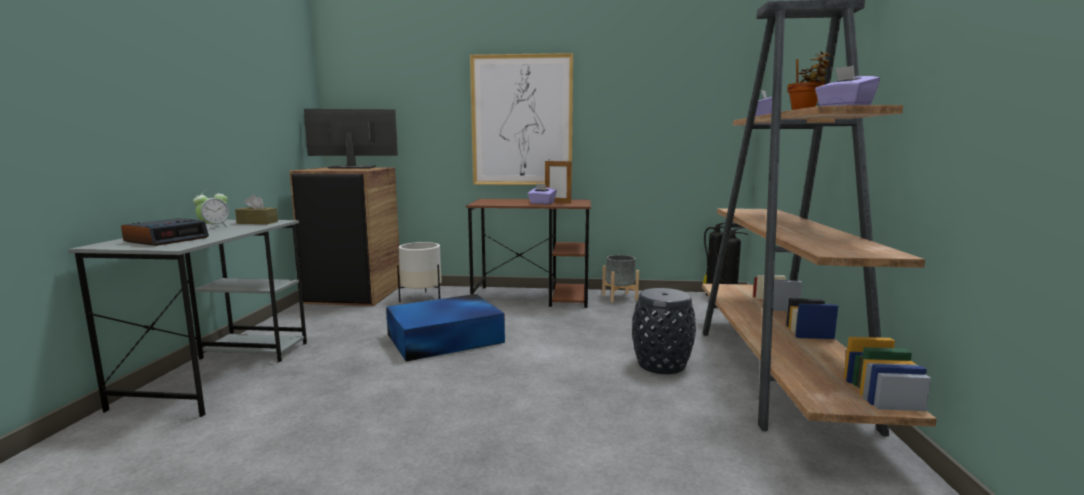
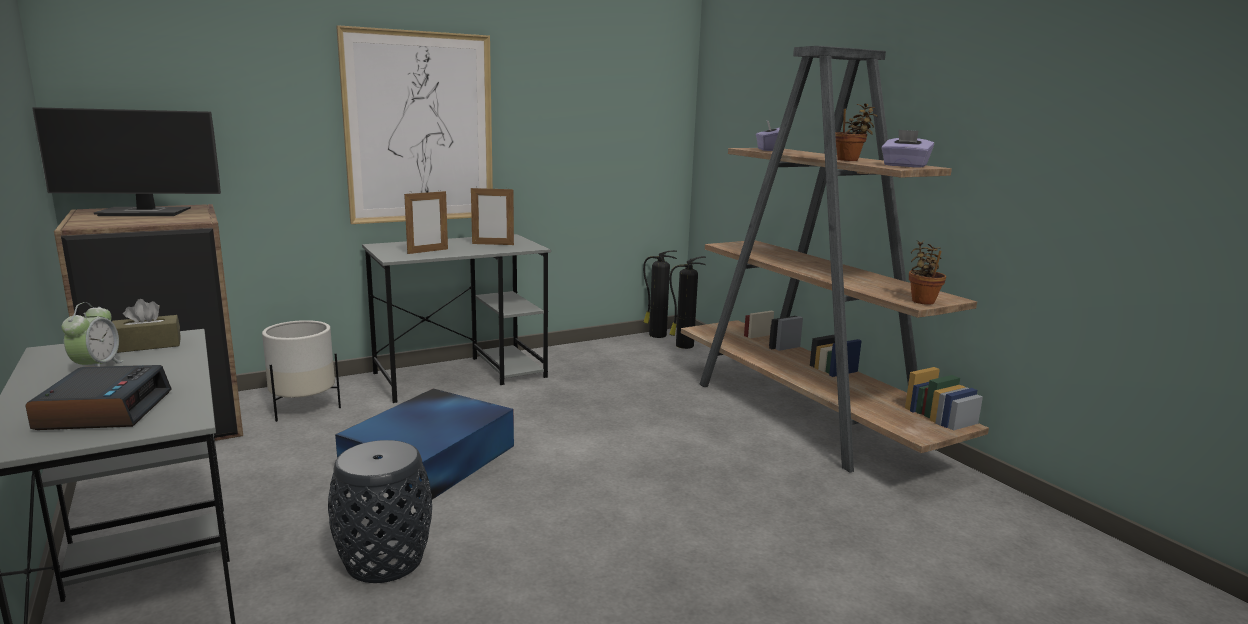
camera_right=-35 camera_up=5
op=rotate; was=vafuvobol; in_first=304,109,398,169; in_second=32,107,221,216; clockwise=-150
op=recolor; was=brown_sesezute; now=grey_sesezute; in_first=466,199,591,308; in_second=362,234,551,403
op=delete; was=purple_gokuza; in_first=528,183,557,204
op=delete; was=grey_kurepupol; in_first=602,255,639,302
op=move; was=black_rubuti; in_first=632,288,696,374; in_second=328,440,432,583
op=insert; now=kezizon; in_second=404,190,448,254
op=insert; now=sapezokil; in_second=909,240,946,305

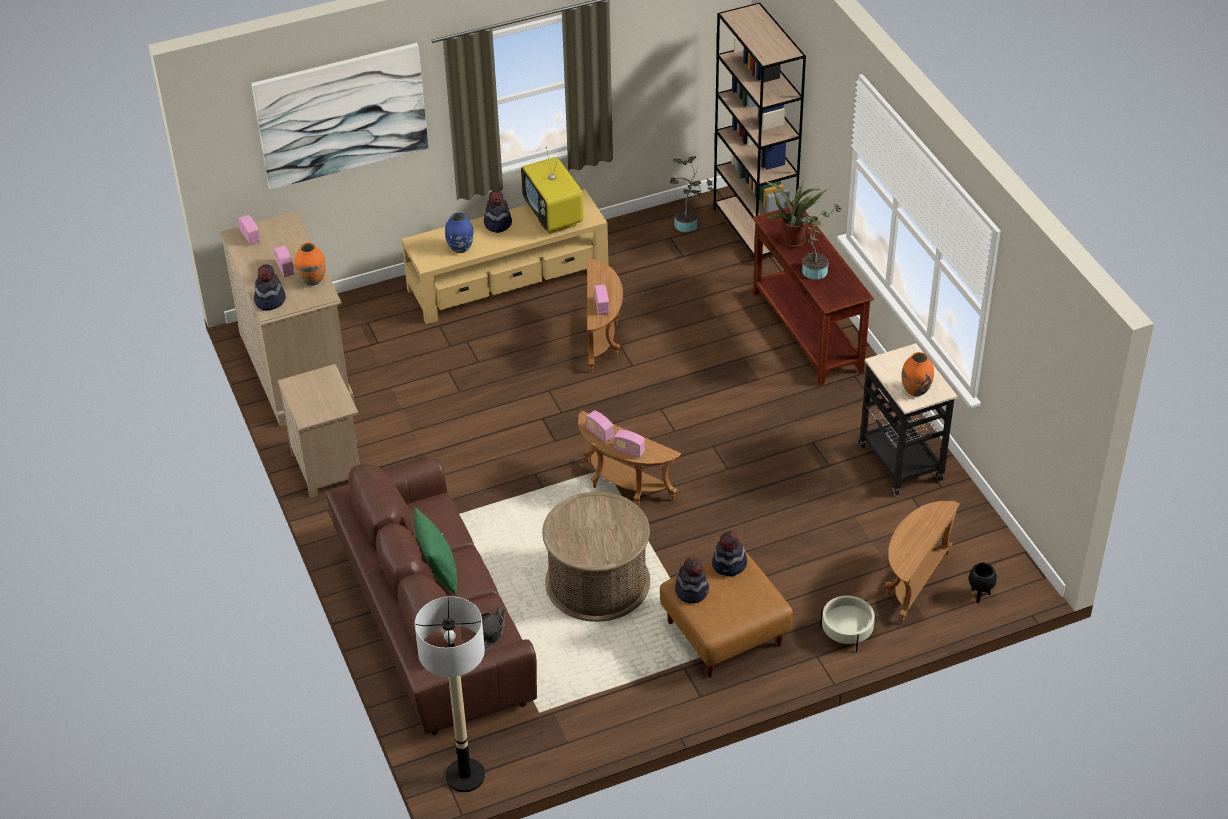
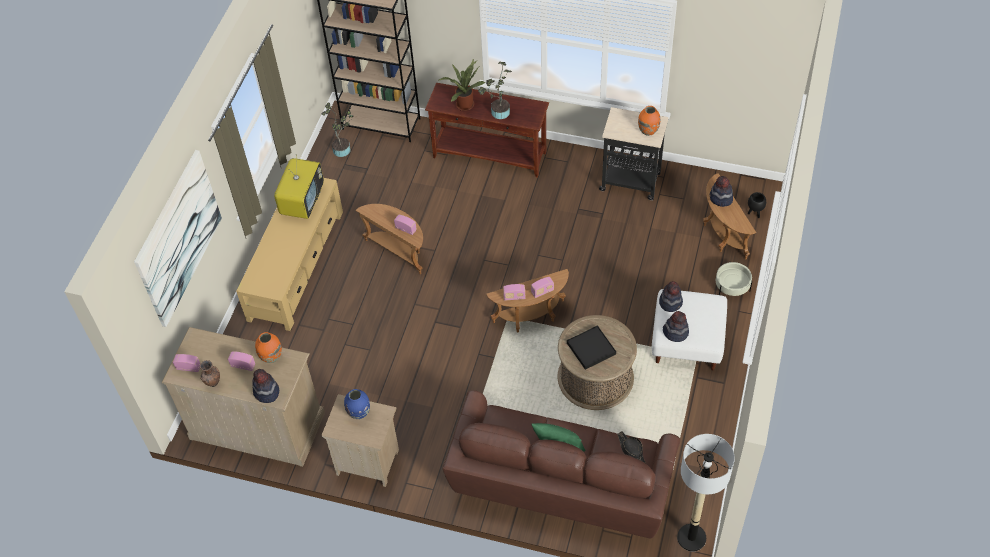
camera_right=-50 camera_up=10
op=move; was=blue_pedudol; in_first=445,213,474,253; in_second=344,389,370,419
op=move; was=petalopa; in_first=484,190,512,233; in_second=710,176,733,207
op=rotate; was=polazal; in_first=521,147,584,234; in_second=274,154,324,219; clockwise=-90
op=recolor; was=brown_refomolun; now=white_refomolun; in_first=660,551,793,678; in_second=652,289,727,370
op=insert; now=brown_pedudol; in_second=200,360,220,387
op=insert; now=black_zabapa; in_second=567,325,616,370

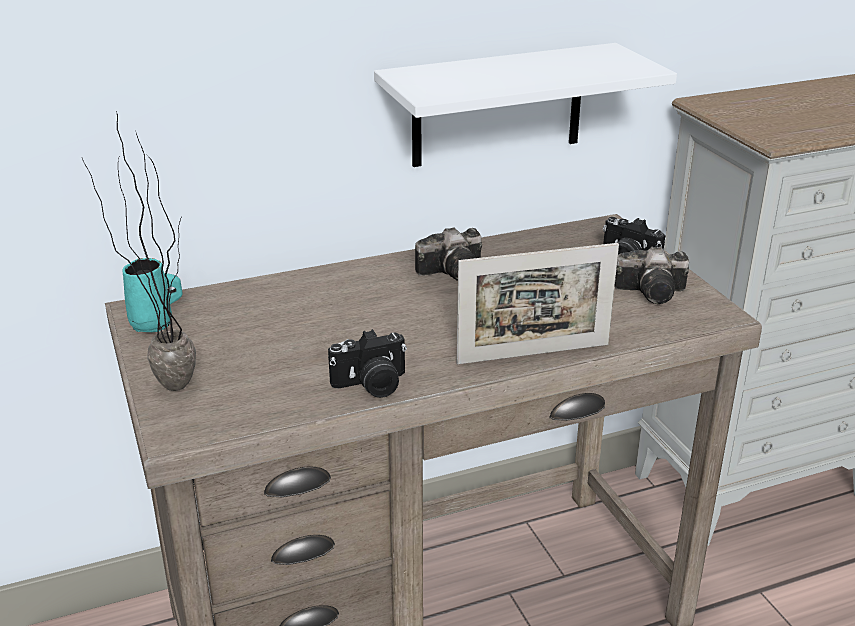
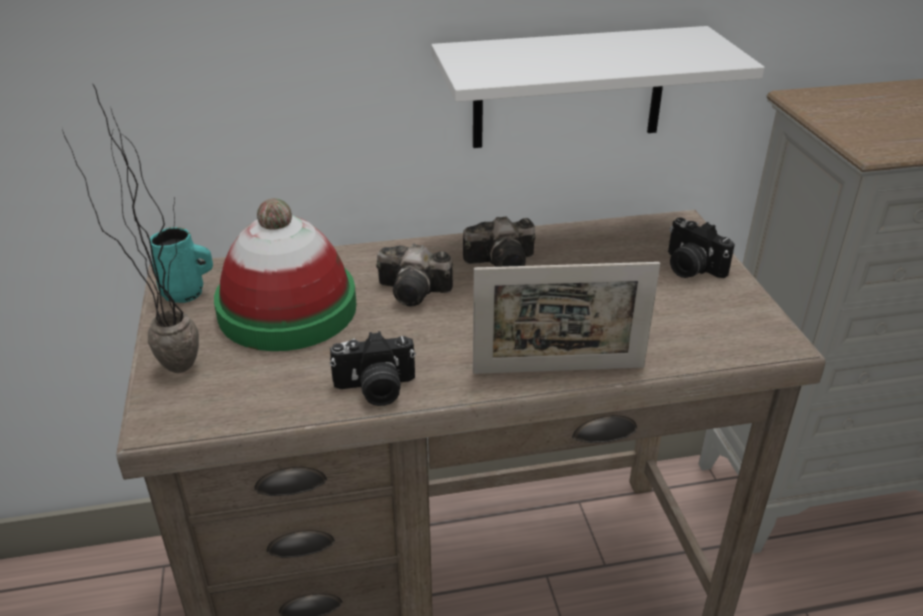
camera_right=10 camera_up=5
op=move; was=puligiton; in_first=615,247,689,304; in_second=376,244,453,306
op=insert; now=petalopa; in_second=214,198,356,351

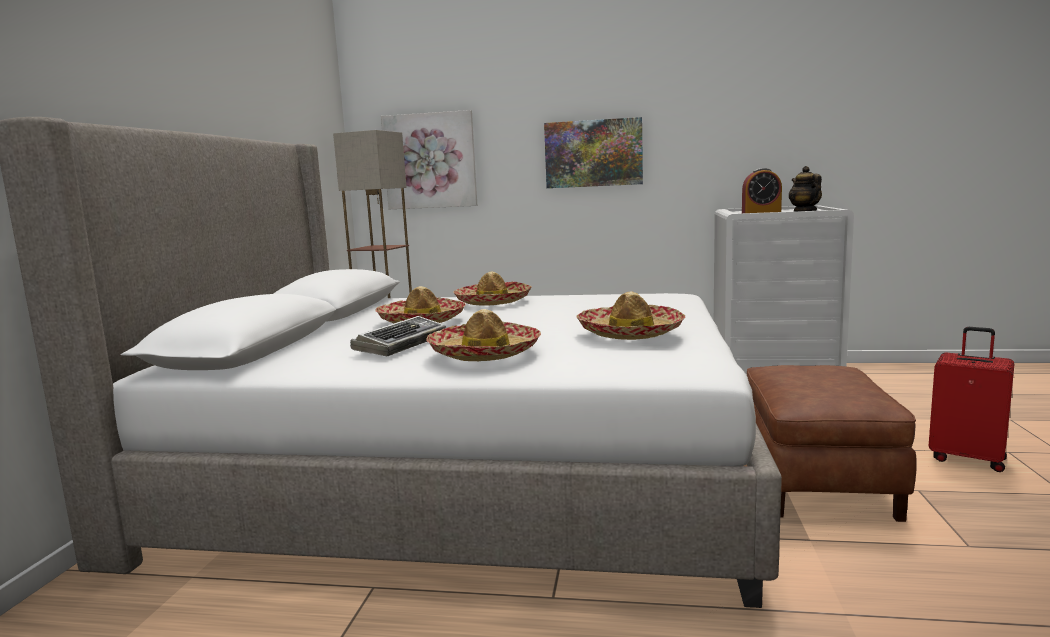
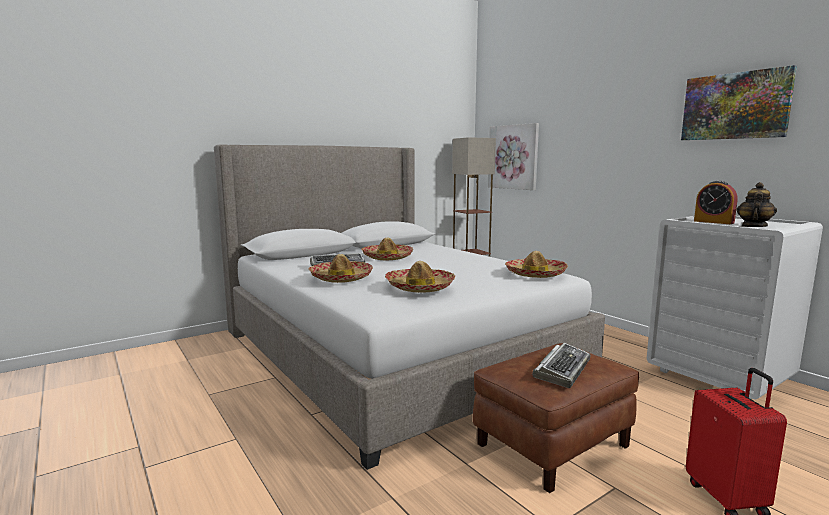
camera_right=45 camera_up=0
op=move; was=petalopa; in_first=453,271,532,306; in_second=505,251,568,278
op=move; was=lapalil; in_first=544,117,643,188; in_second=681,65,797,140
op=insert; now=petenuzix; in_second=532,343,590,388

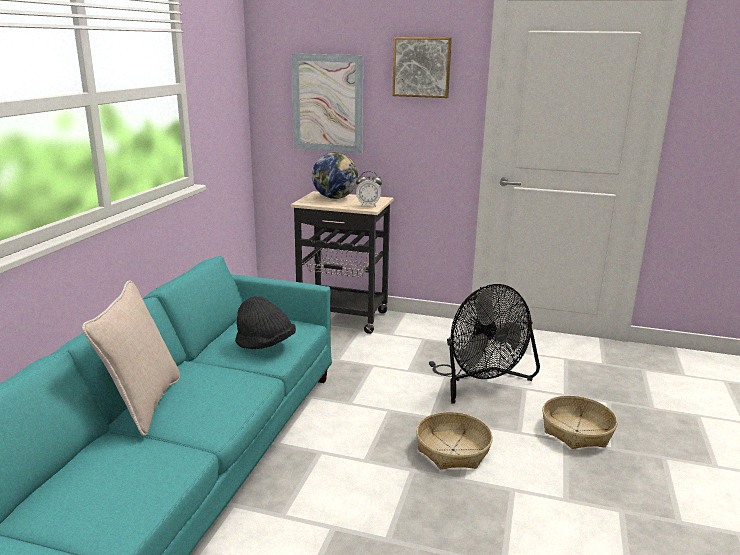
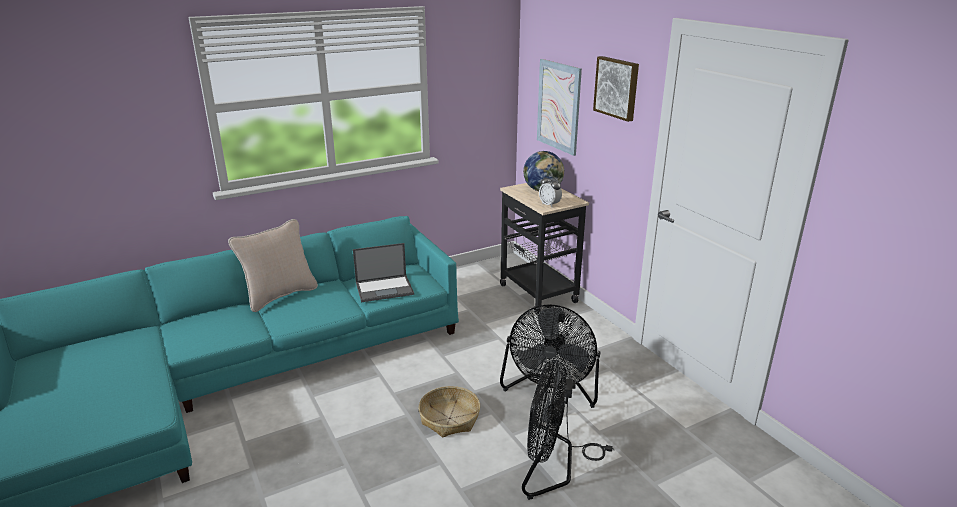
camera_right=45 camera_up=5
op=replace; was=black_petalopa; now=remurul; in_first=235,296,296,349; in_second=353,243,414,302
op=replace; was=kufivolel; now=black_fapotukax; in_first=542,395,618,449; in_second=522,359,613,500

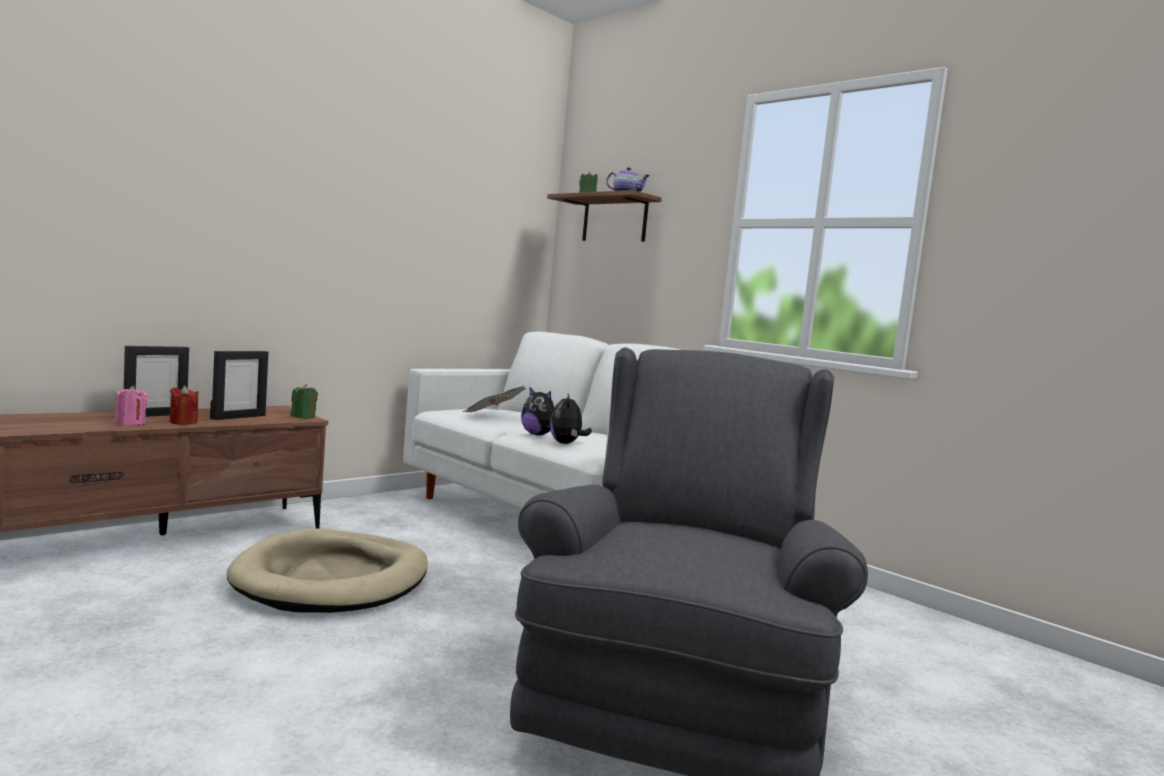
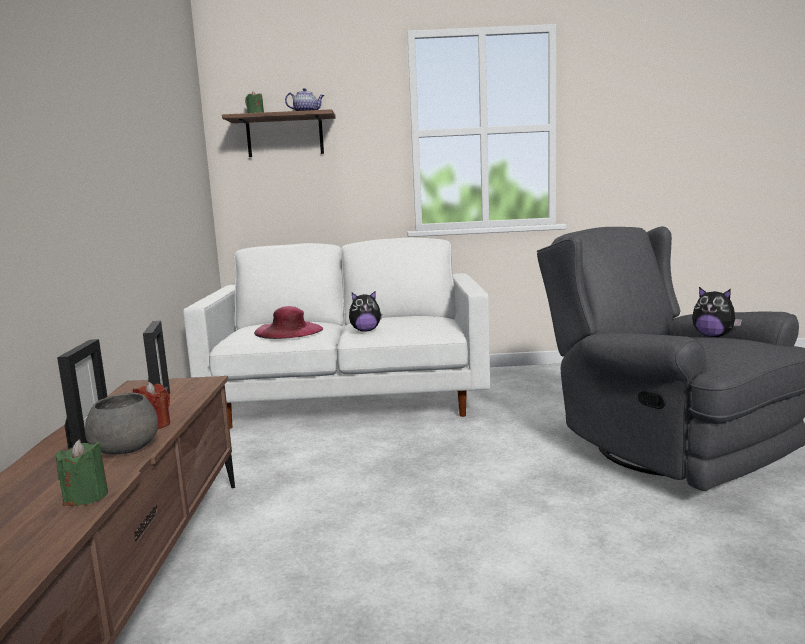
camera_right=-45 camera_up=5
op=replace; was=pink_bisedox; now=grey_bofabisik; in_first=115,385,148,426; in_second=85,393,158,454
op=delete; was=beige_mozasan; in_first=227,528,428,613
op=move; was=green_bisedox; in_first=290,384,318,418; in_second=56,440,108,506
op=replace; was=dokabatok; now=pink_petalopa; in_first=463,386,526,412; in_second=254,306,323,339
op=move; was=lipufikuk; in_first=550,394,592,444; in_second=692,287,742,337

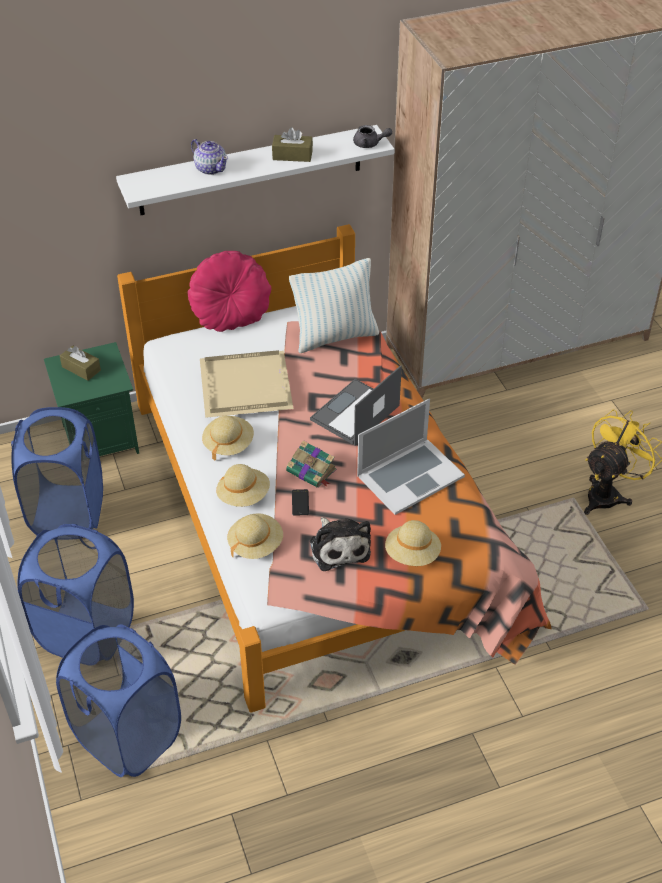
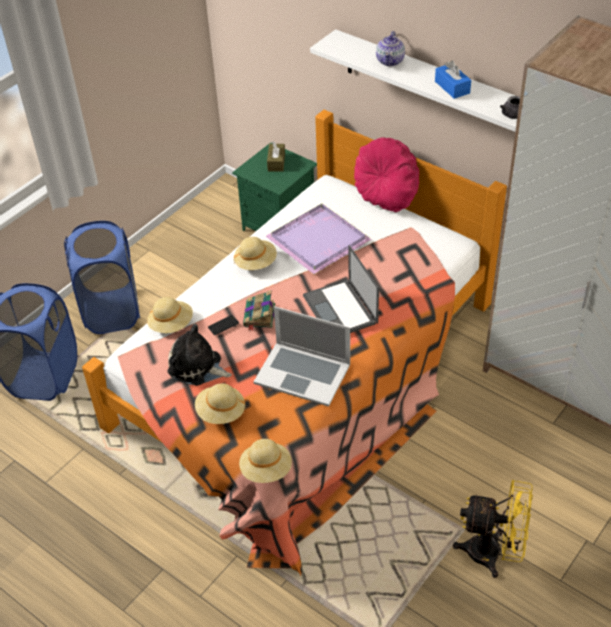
camera_right=60 camera_up=0
op=delete; was=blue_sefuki; in_first=11,407,103,536
op=recolor; was=beige_zabapa; now=purple_zabapa; in_first=200,350,294,418; in_second=266,204,372,275
op=move; was=beige_petalopa; in_first=216,464,270,507; in_second=239,439,292,483
op=recolor; was=brown_gokuza; now=blue_gokuza; in_first=272,127,313,162; in_second=435,61,471,99
op=delete; was=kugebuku; in_first=289,258,379,353
op=rotate; was=remurul; in_first=310,365,402,446; in_second=303,245,379,333; clockwise=-120
op=rotate; was=lipufikuk; in_first=310,517,371,571; in_second=167,324,232,386; clockwise=75

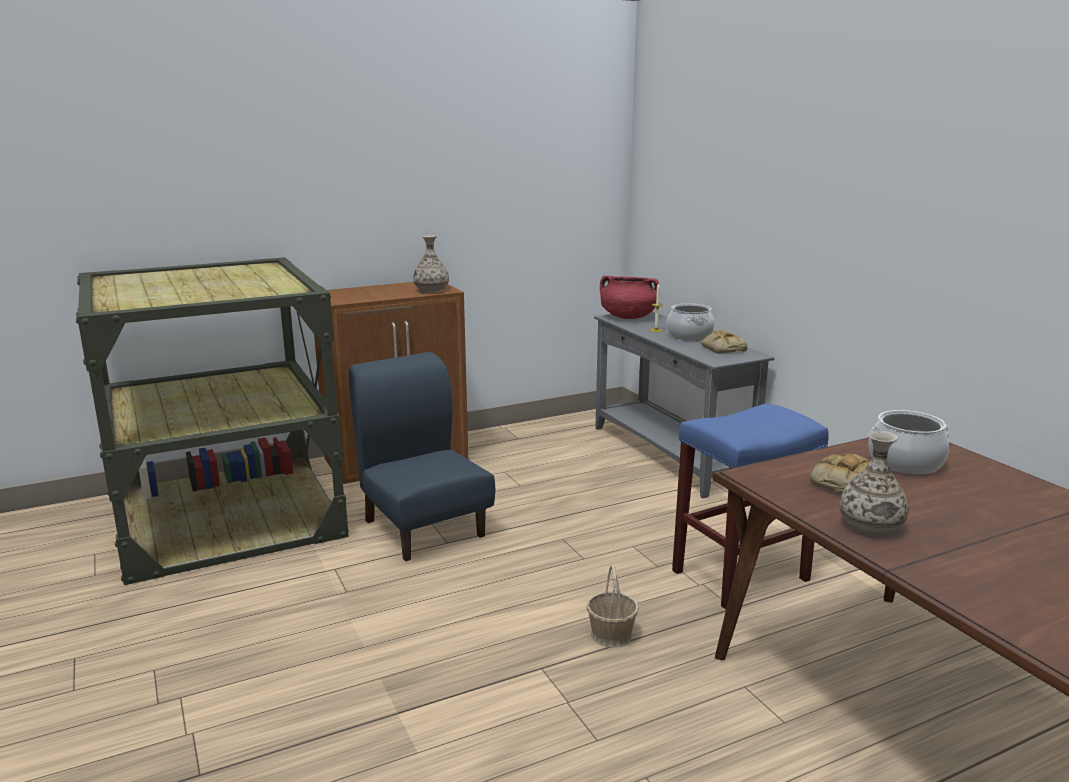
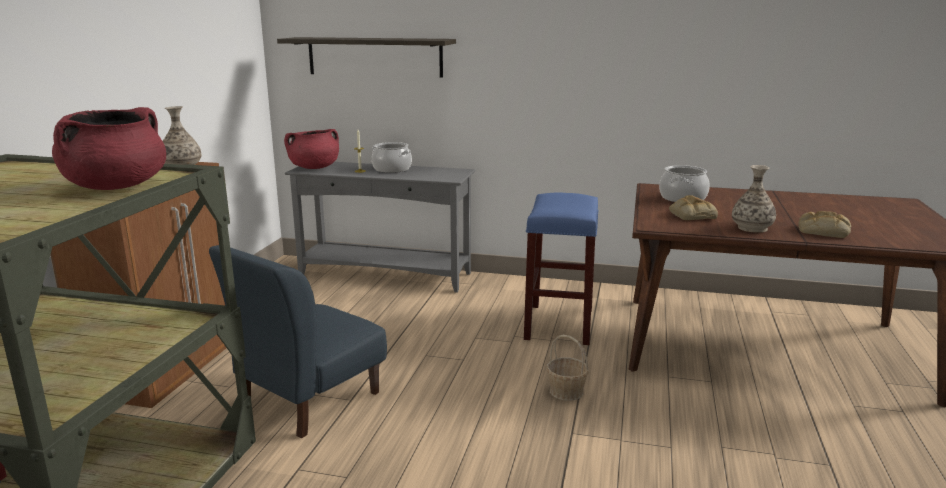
camera_right=-50 camera_up=0
op=rotate; was=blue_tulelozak; in_first=349,352,495,561; in_second=209,245,387,439; clockwise=-60
op=move; was=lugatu; in_first=701,330,747,354; in_second=798,211,851,238
op=insert; now=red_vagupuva; in_second=52,107,166,190
op=insert; now=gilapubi; in_second=277,37,456,77

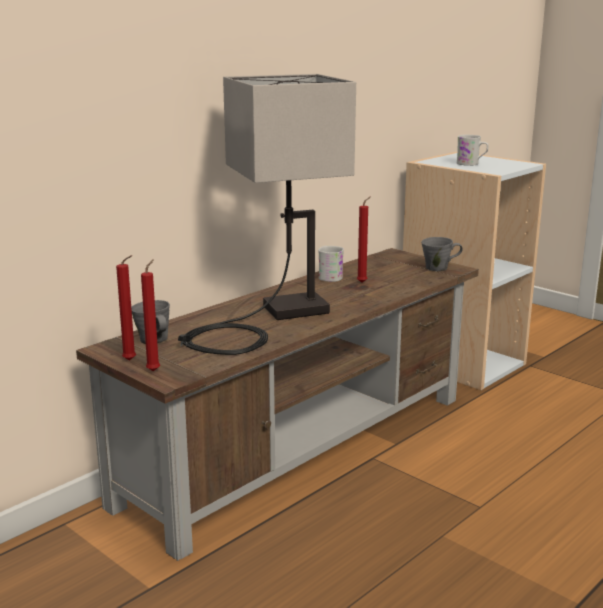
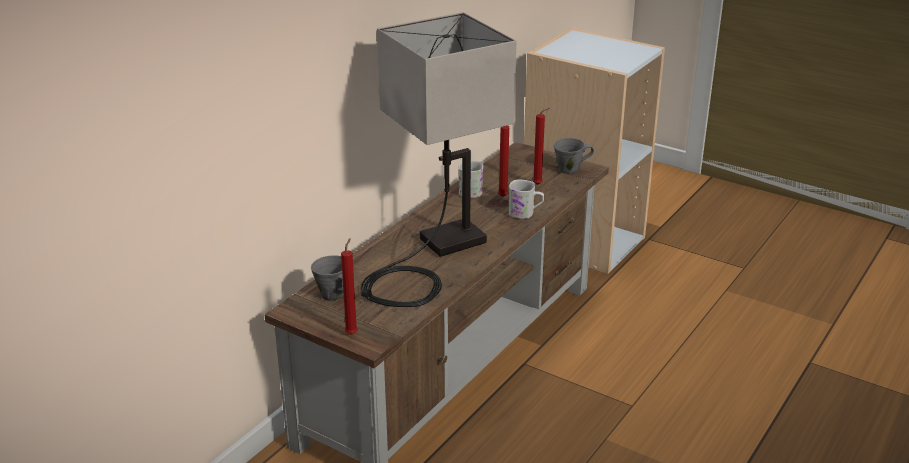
camera_right=-10 camera_up=10
op=move; was=red_bisedox; in_first=116,255,136,361; in_second=532,108,550,185
op=move; was=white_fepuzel; in_first=457,134,489,166; in_second=509,180,544,219

